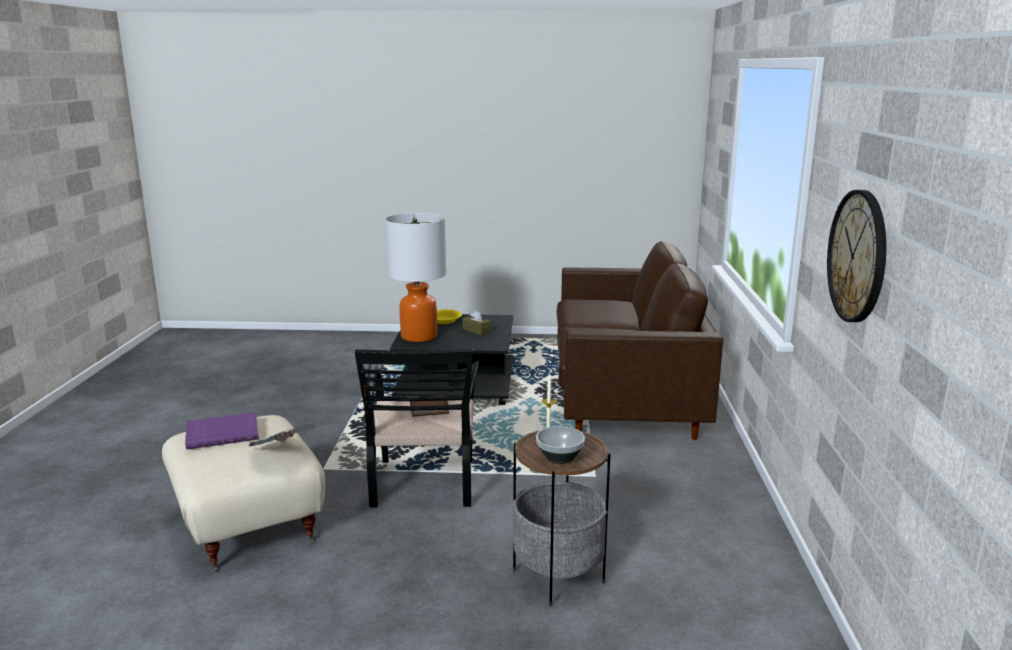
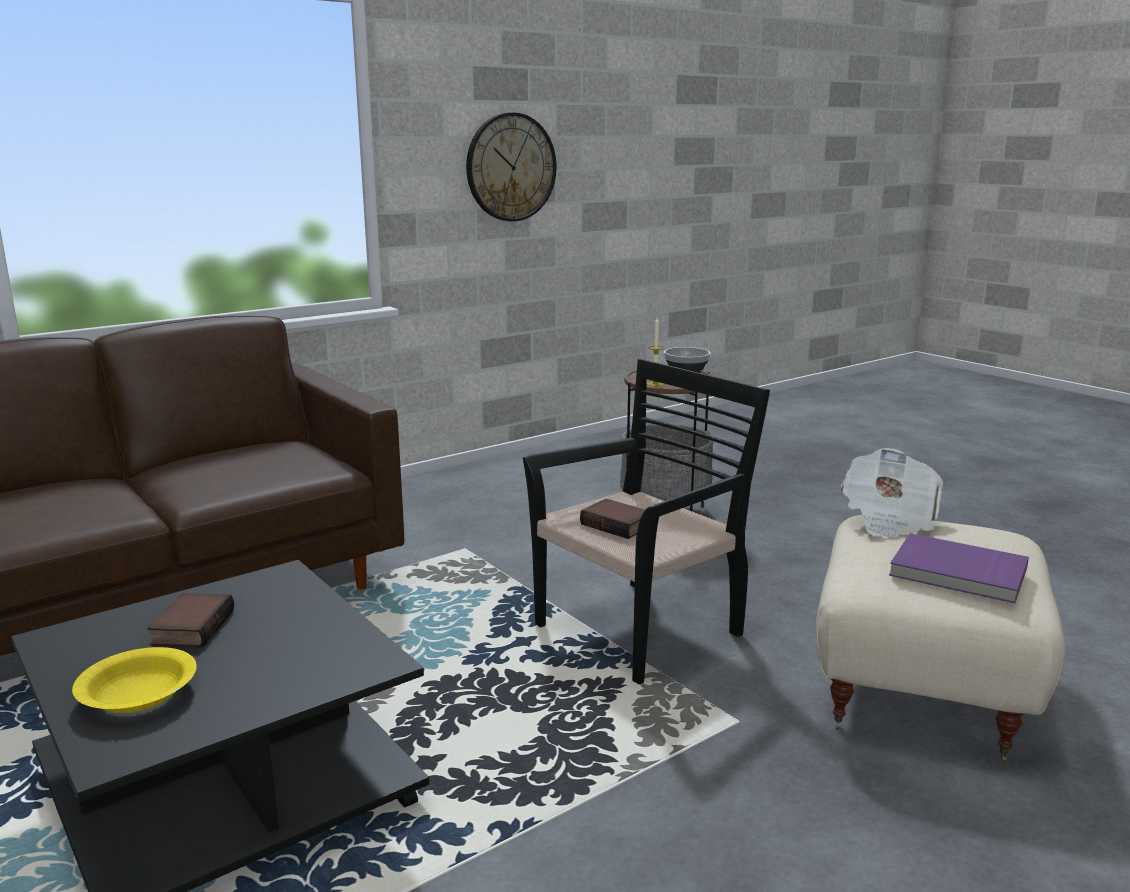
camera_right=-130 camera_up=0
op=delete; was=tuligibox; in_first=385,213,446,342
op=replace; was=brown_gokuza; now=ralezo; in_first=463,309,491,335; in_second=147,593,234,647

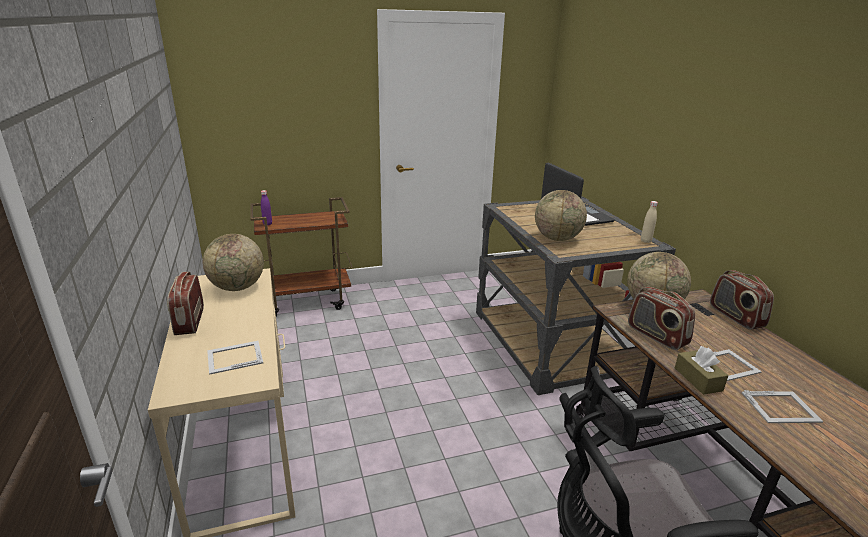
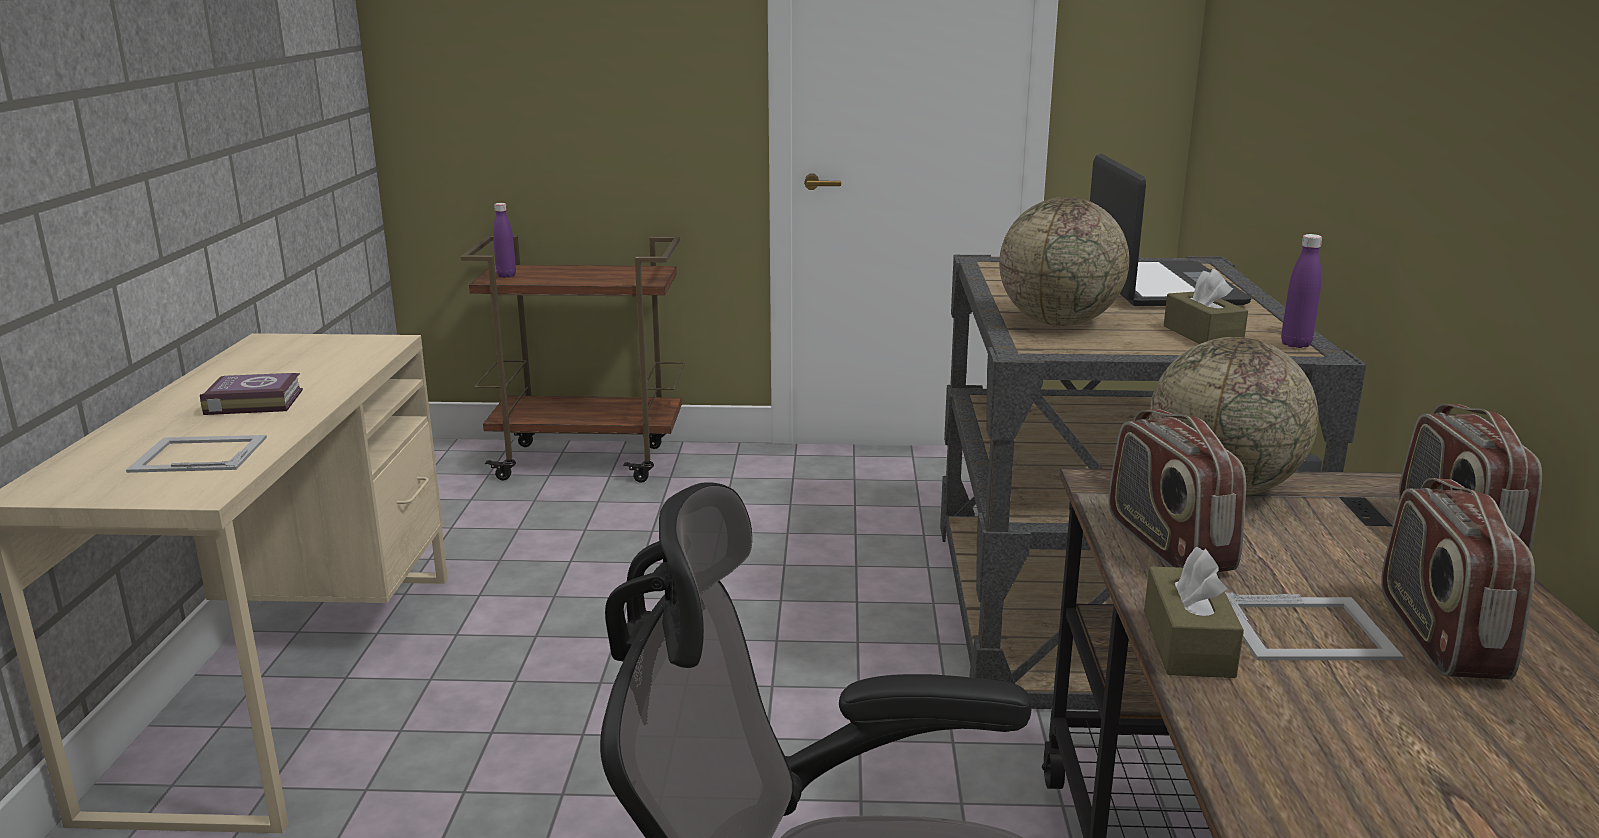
camera_right=20 camera_up=-5
op=move; was=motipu; in_first=167,272,204,335; in_second=1381,478,1535,680
op=delete; was=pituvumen; in_first=203,234,264,291
op=recolor; was=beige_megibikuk; now=purple_megibikuk; in_first=641,201,658,243; in_second=1281,234,1322,348
op=delete; was=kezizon; in_first=742,390,823,423
op=insert; now=ralezo; in_second=200,373,303,415
op=insert; now=brown_gokuza; in_second=1164,269,1248,344

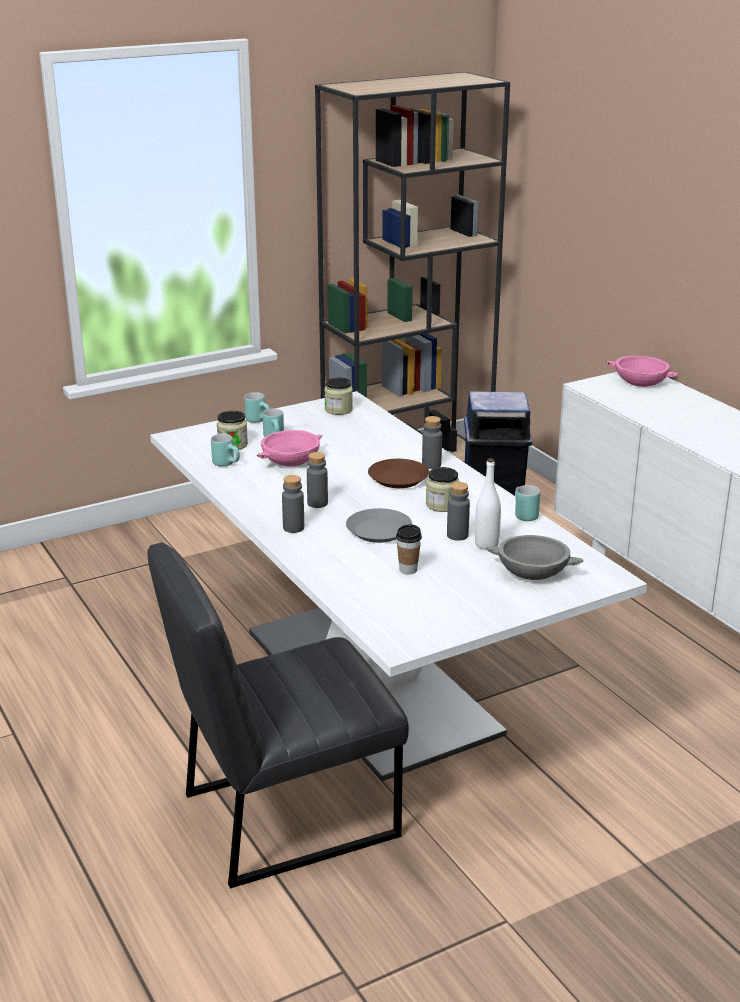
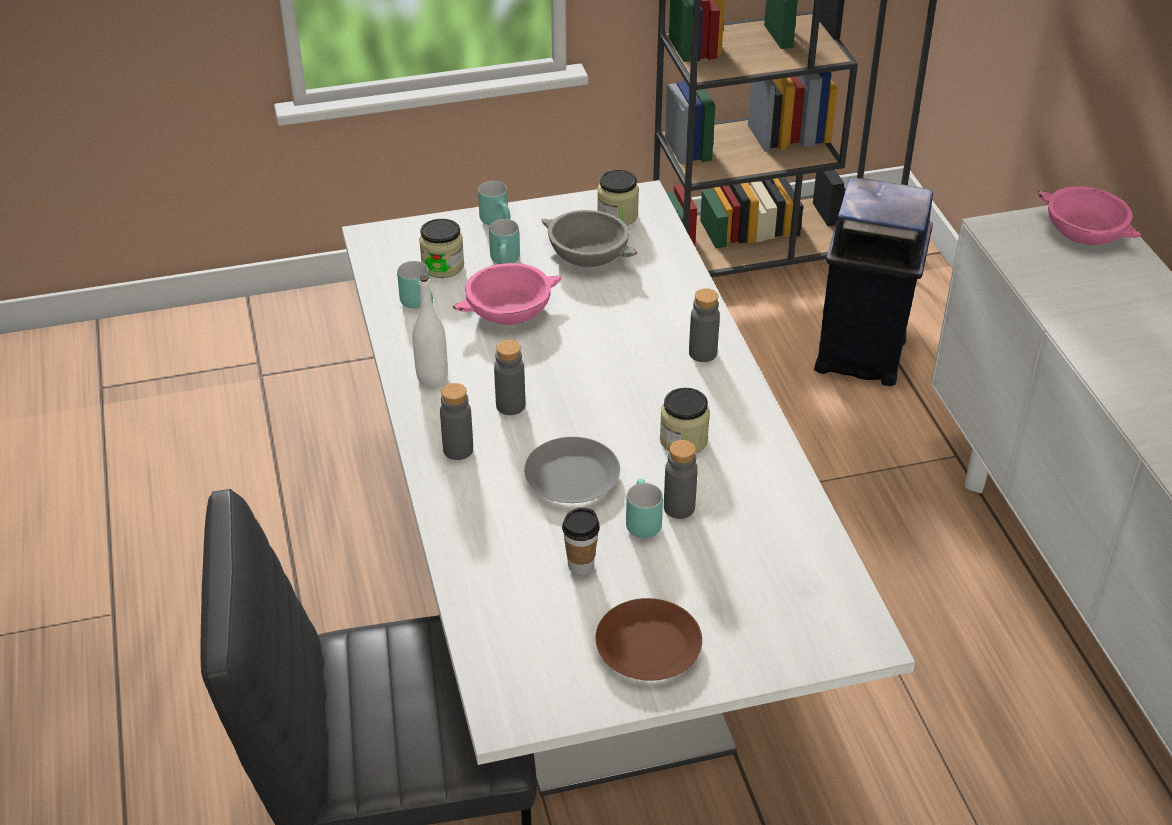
camera_right=15 camera_up=15
op=move; was=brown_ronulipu; in_first=368,459,429,488; in_second=596,598,702,681
op=move; was=white_megibikuk; in_first=475,458,501,550; in_second=412,275,448,386
op=move; was=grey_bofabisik; in_first=486,535,583,580; in_second=542,210,637,267
op=move; was=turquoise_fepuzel; in_first=515,485,540,521; in_second=626,479,663,538

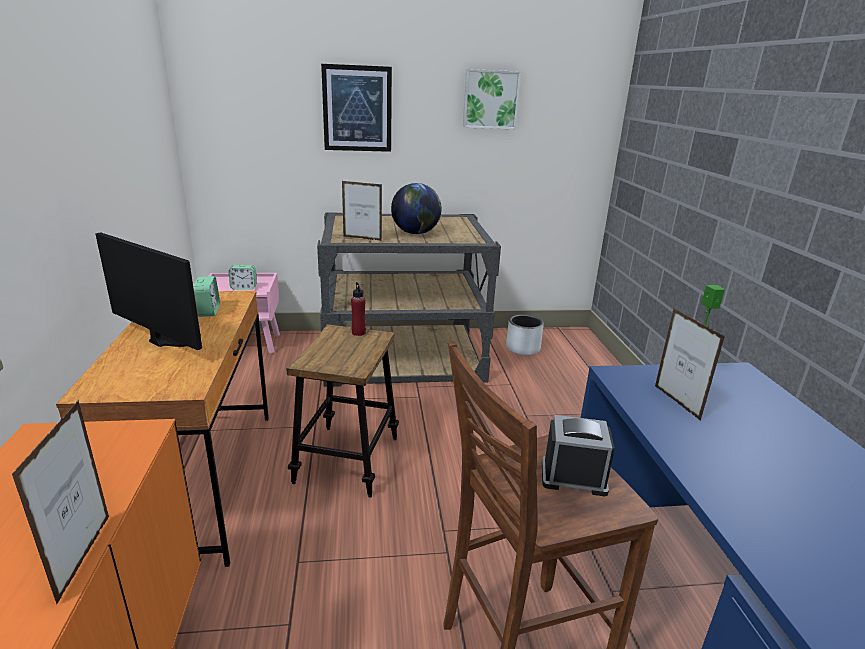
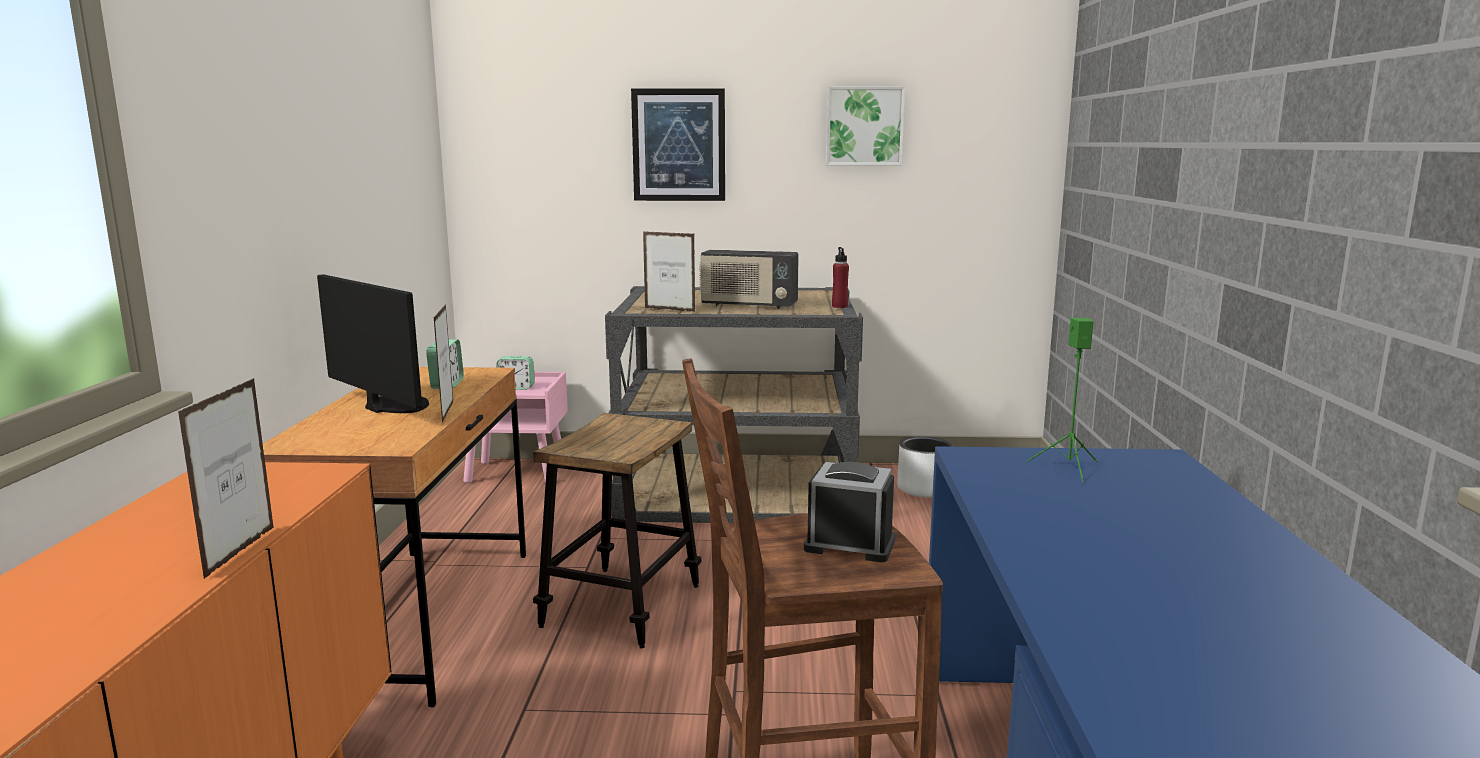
camera_right=10 camera_up=-10
op=move; was=red_megibikuk; in_first=351,282,366,336; in_second=832,247,849,308
op=replace; was=pituvumen; now=motipu; in_first=391,183,442,234; in_second=699,250,799,309
op=move; was=kezizon; in_first=655,308,725,421; in_second=434,304,453,423

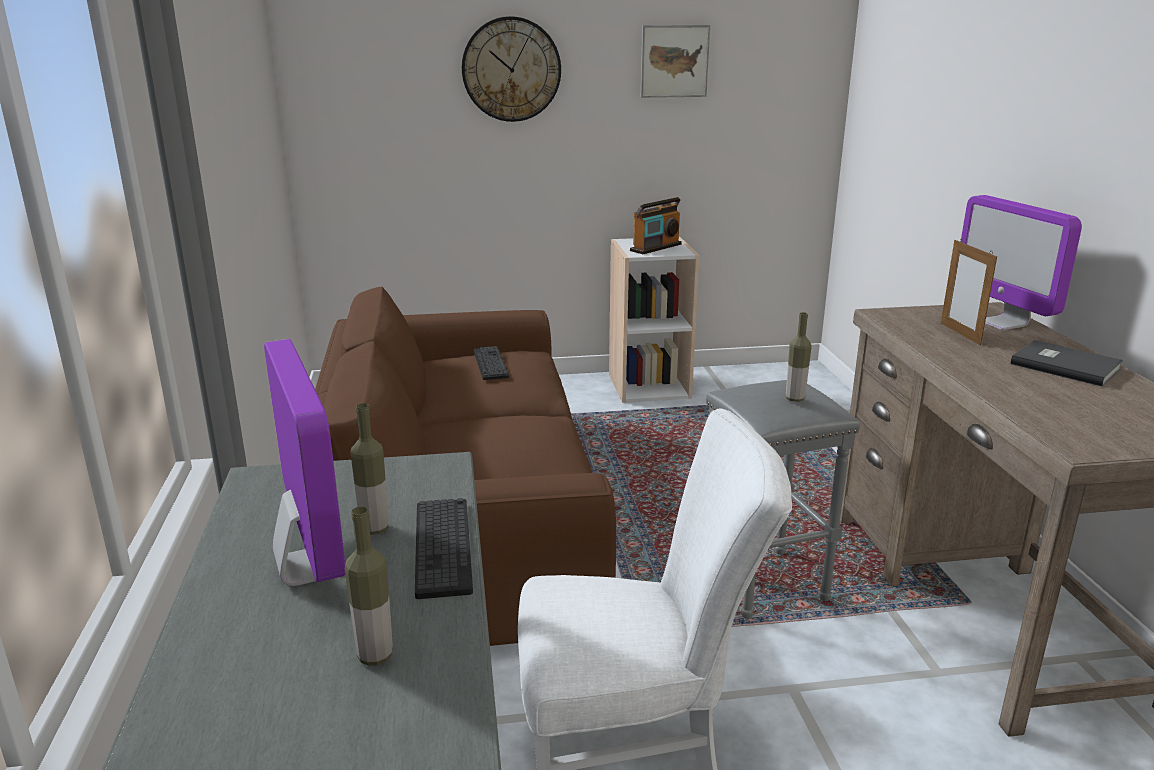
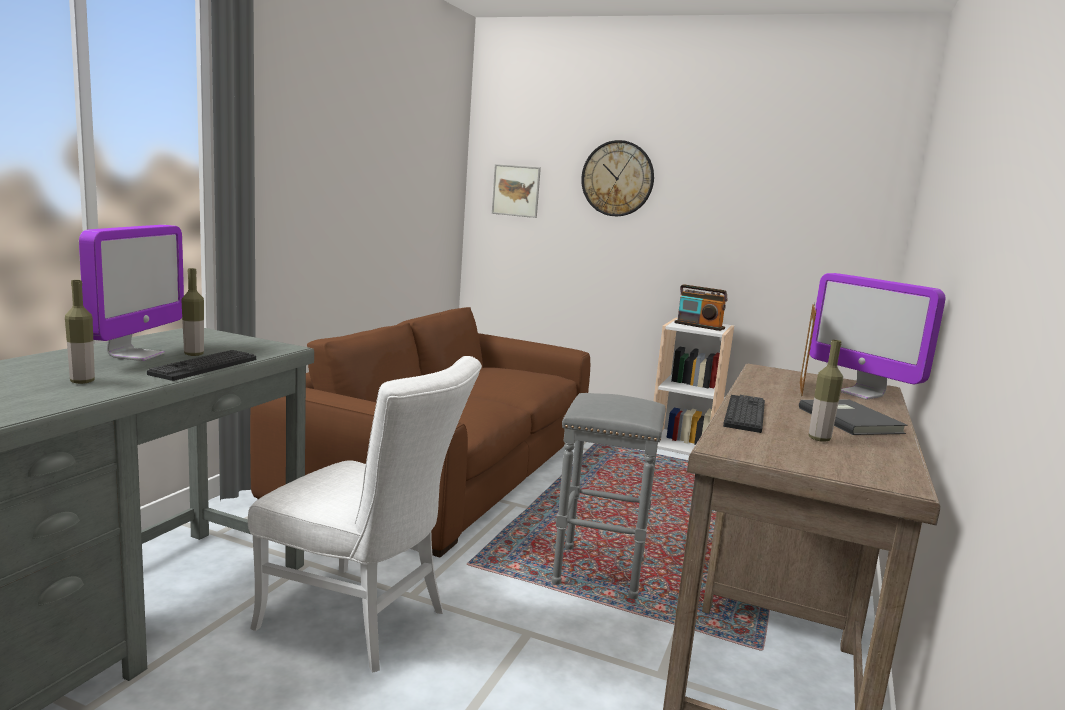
camera_right=30 camera_up=-10
op=move; was=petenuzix; in_first=474,346,509,380; in_second=723,395,765,433
op=rotate; was=motipu; in_first=630,197,682,254; in_second=674,284,728,331; clockwise=45
op=move; was=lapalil; in_first=641,25,710,98; in_second=492,164,541,218
op=move; was=megibikuk; in_first=786,312,812,402; in_second=809,340,843,442
op=rotate; was=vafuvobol; in_first=961,195,1082,330; in_second=809,273,946,400; clockwise=-45

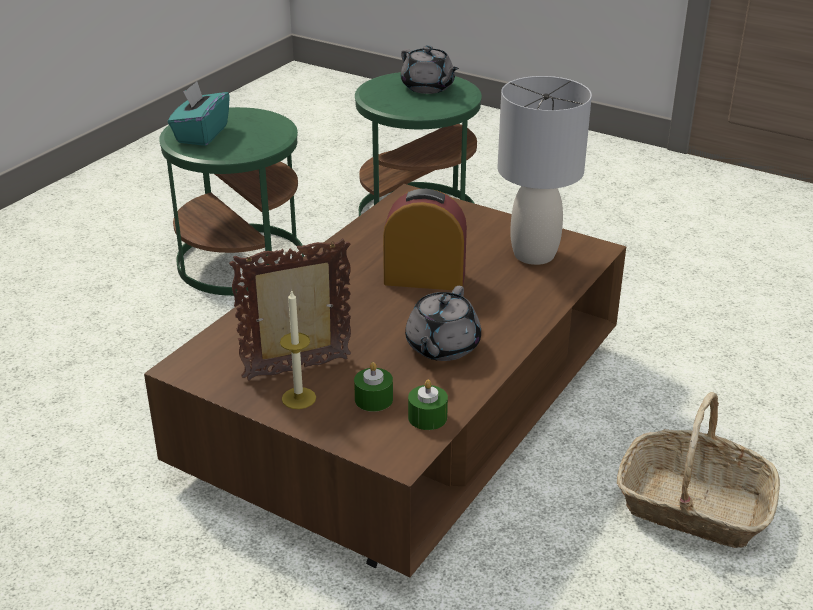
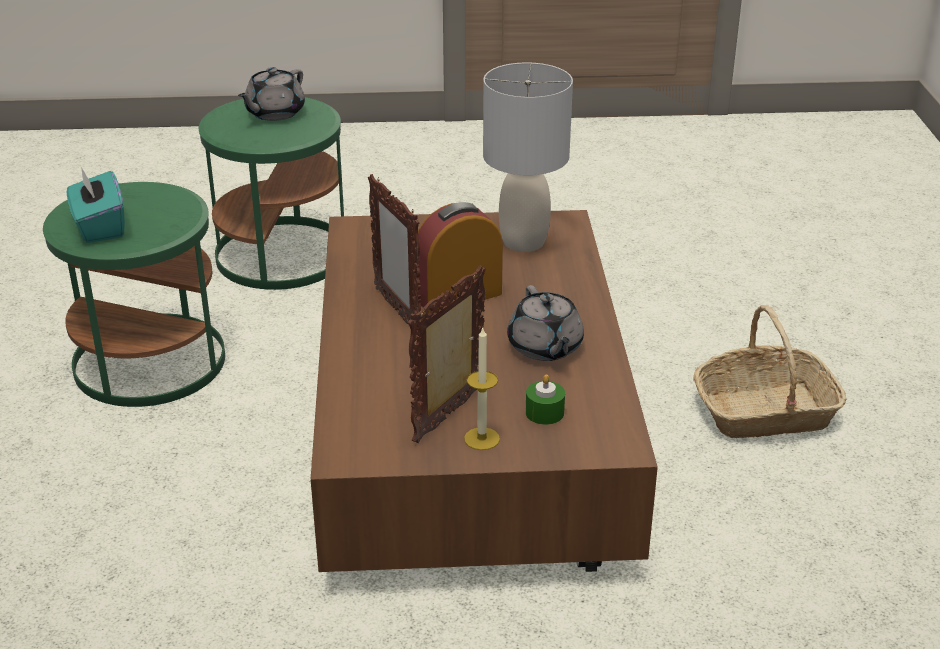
camera_right=-35 camera_up=0
op=rotate; was=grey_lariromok; in_first=401,45,459,94; in_second=238,67,305,121; clockwise=105
op=delete; was=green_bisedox; in_first=408,379,448,430
op=insert; now=kezizon; in_second=368,174,421,325

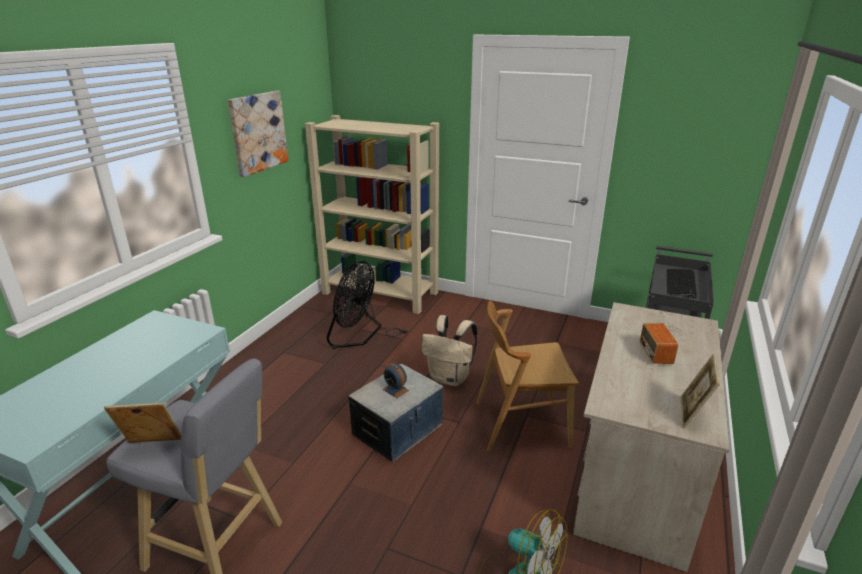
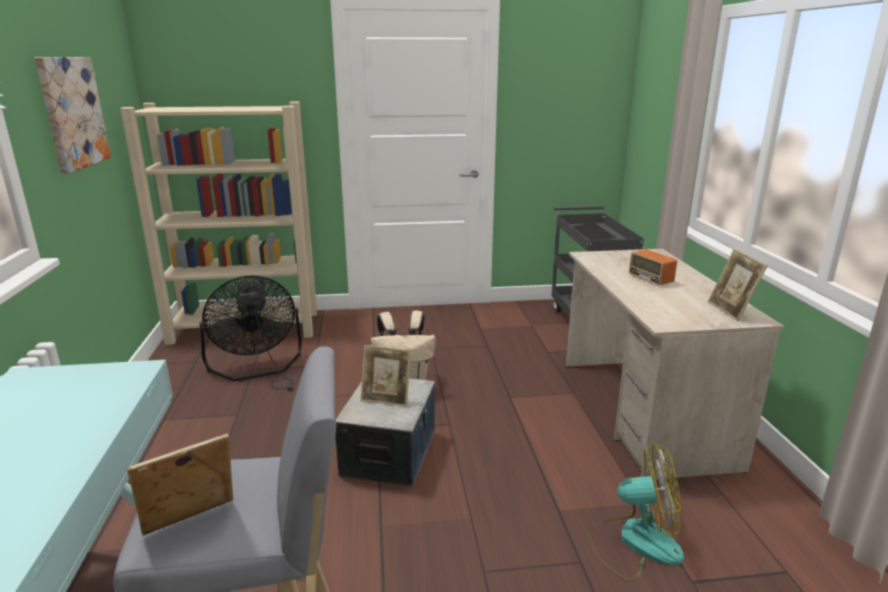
camera_right=-30 camera_up=-5
op=rotate; was=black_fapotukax; in_first=327,261,407,349; in_second=199,276,302,391; clockwise=75
op=replace; was=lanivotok; now=kezizon; in_first=382,363,409,398; in_second=360,345,411,407
op=delete; was=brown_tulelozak; in_first=476,301,579,451

